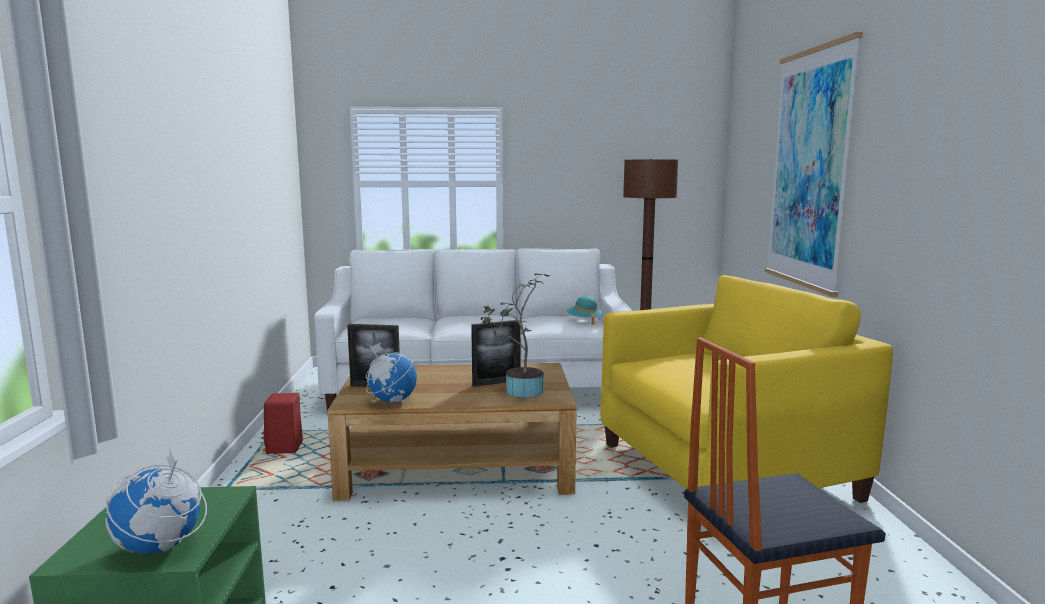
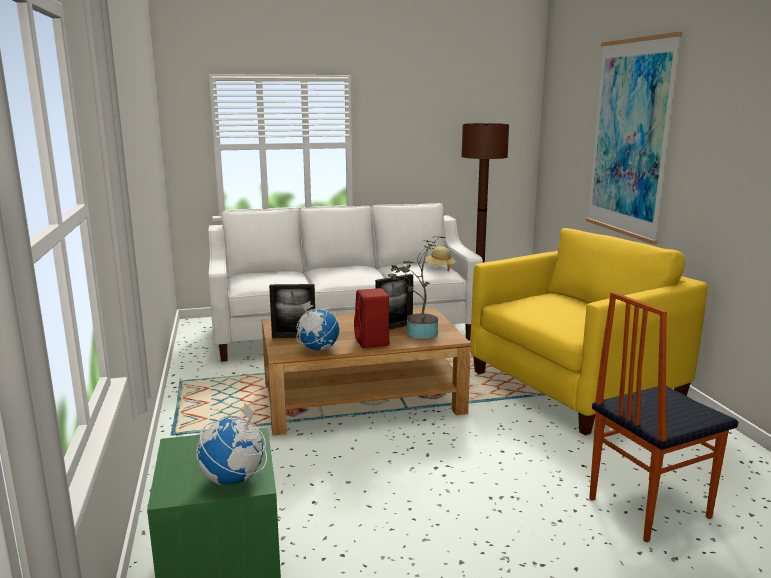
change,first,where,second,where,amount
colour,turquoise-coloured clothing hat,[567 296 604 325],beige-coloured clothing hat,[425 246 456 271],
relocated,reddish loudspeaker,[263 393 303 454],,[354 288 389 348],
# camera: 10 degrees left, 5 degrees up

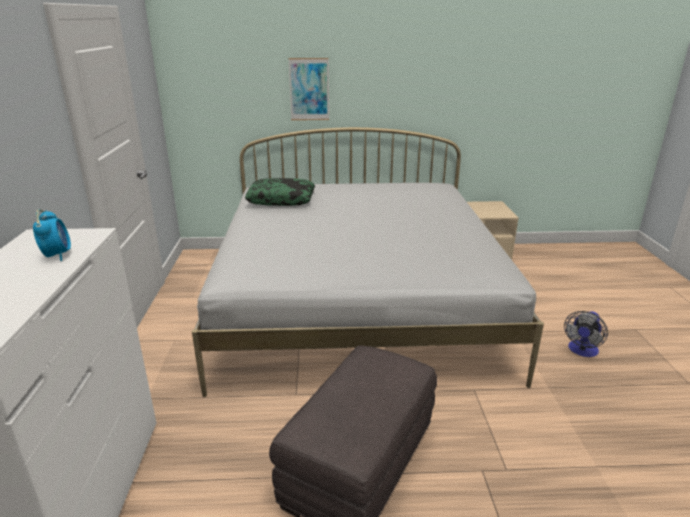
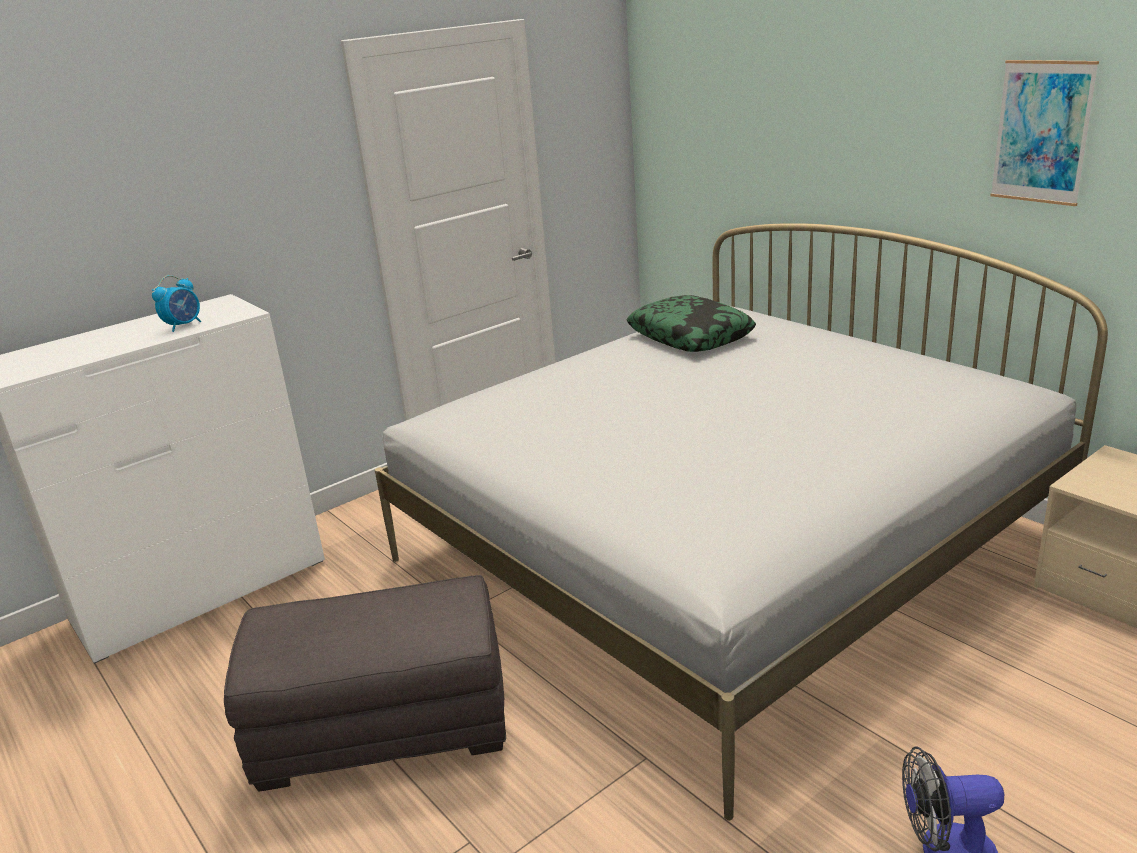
change,first,where,second,where,amount
relocated,picture,[289 58 329 120],,[990 60 1099 206],
# camera: 55 degrees right, 0 degrees up

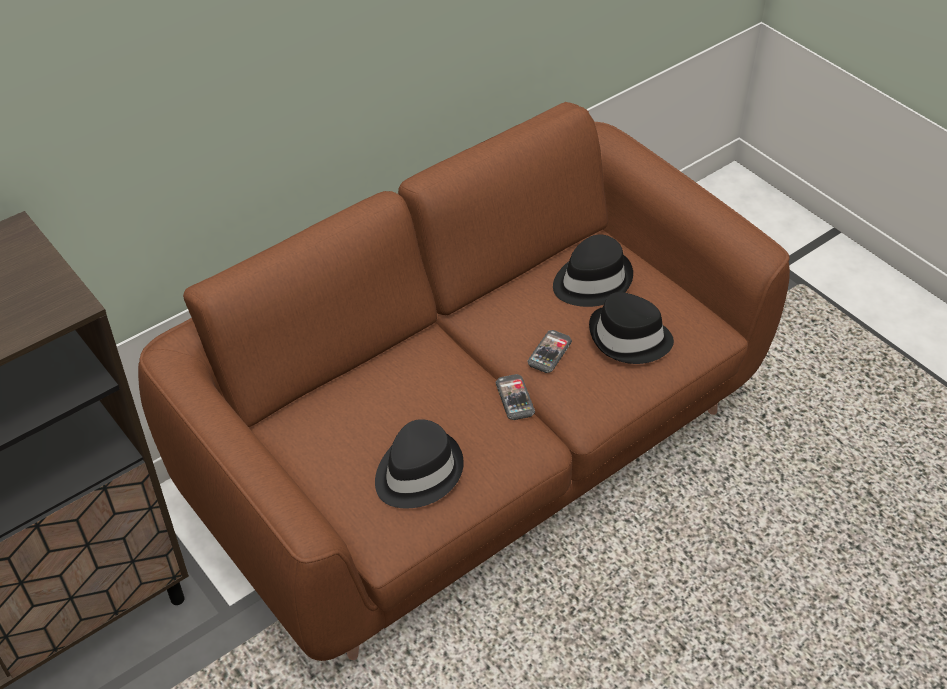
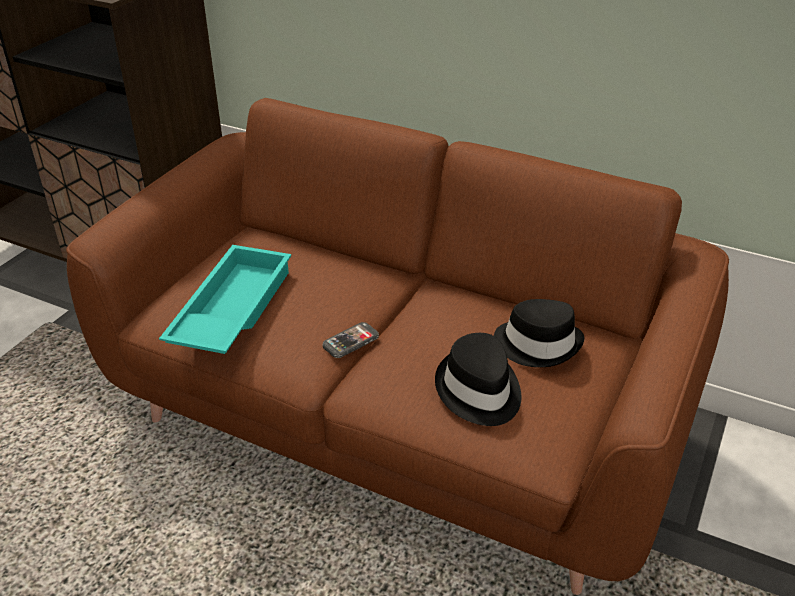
change,first,where,second,where,amount
missing,phone,[527 330 572 373],,,
exchanged,black-coloured clothing hat,[375 419 464 508],turquoise-coloured carrying tray,[159 245 291 354],
# camera: 65 degrees right, 10 degrees down

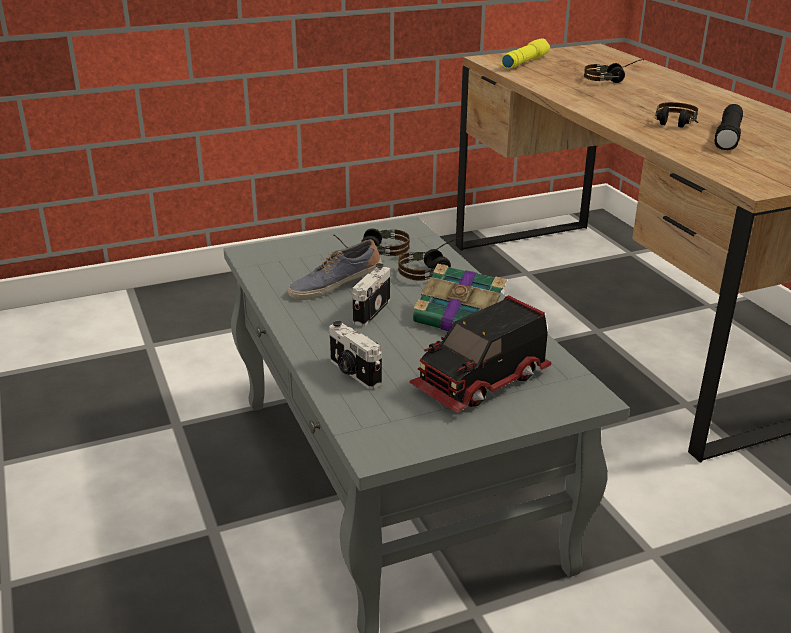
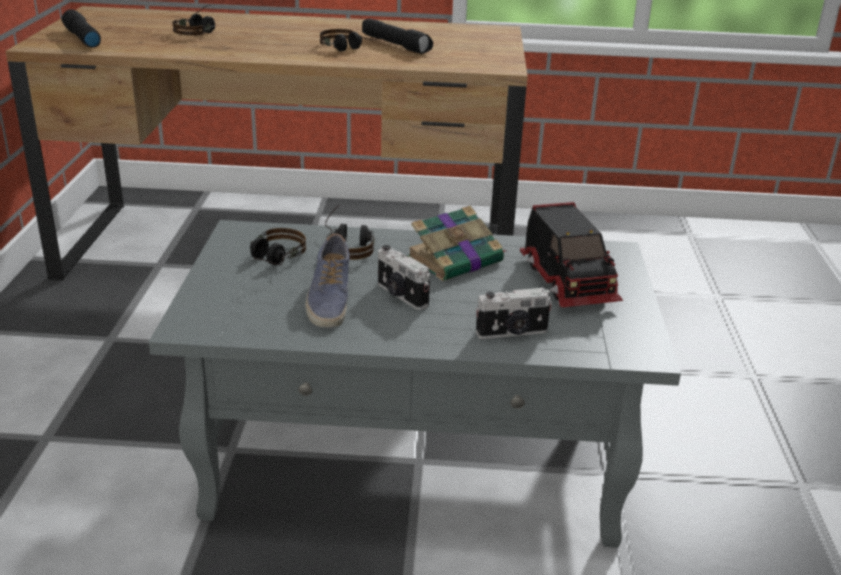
change,first,where,second,where,amount
colour,yellow hand torch,[502 38 550 68],black-coloured hand torch,[61 9 101 47],
# camera: 65 degrees left, 0 degrees up

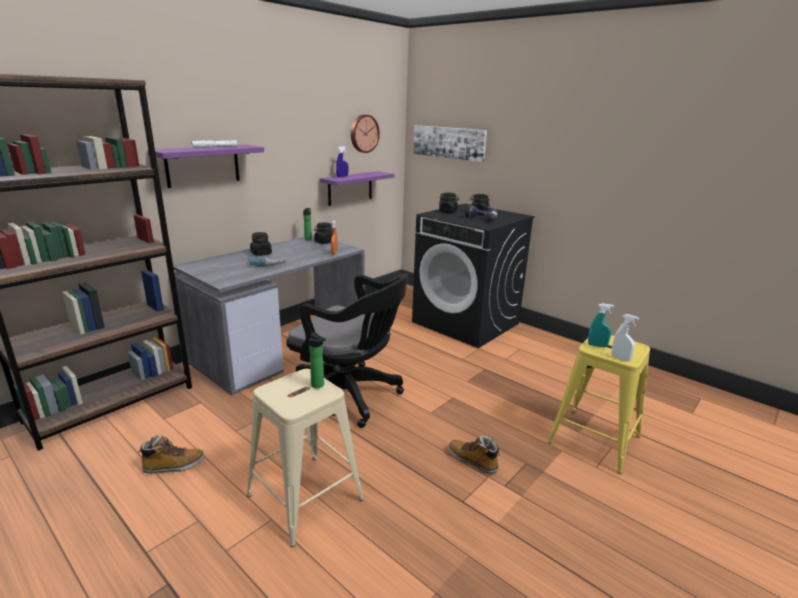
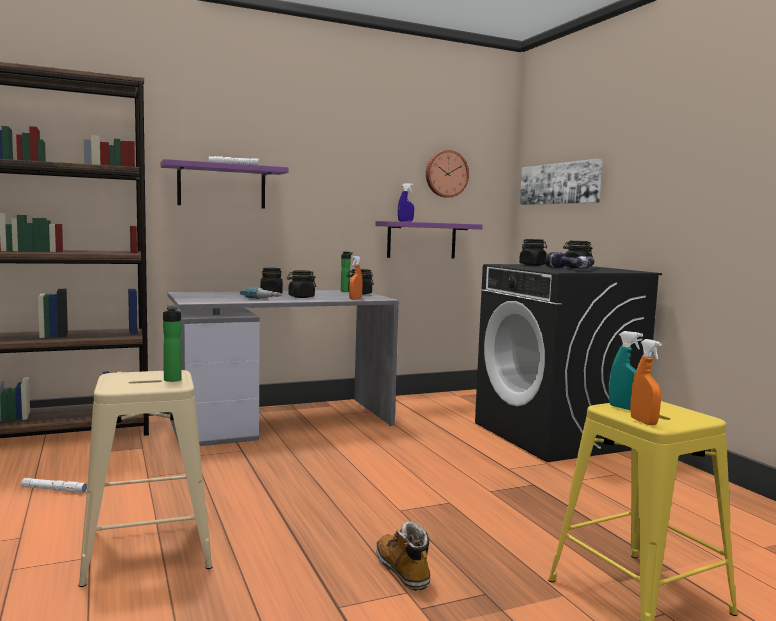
change,first,where,second,where,amount
missing,black-coloured desk chair,[286 273 408 428],,,
colour,white-coloured spray bottle,[611 314 639 362],orange-coloured spray bottle,[630 339 662 425],
exchanged,tall boot,[138 434 205 474],white-coloured hand torch,[21 478 87 493],
appeared,,,black-coloured jar,[287 270 316 298],
# camera: 25 degrees right, 15 degrees down

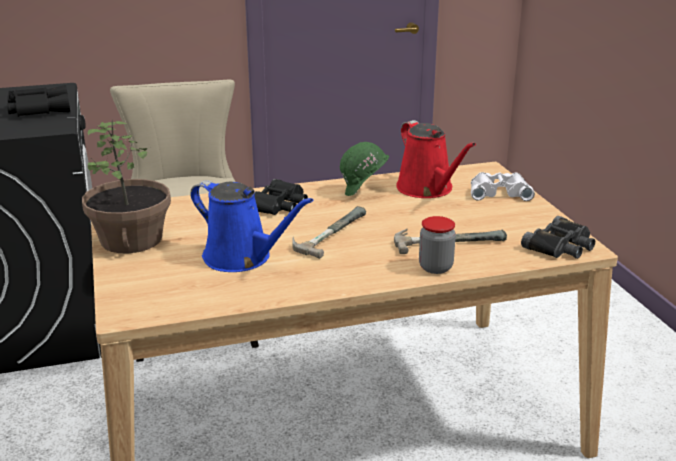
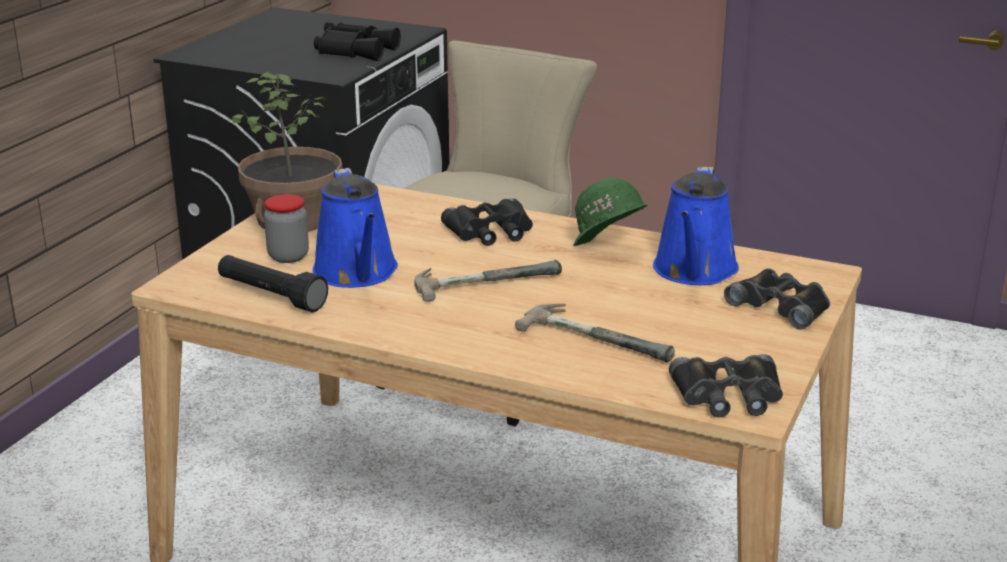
change,first,where,second,where,amount
colour,reddish watering pot,[396 120 476 198],bluish watering pot,[653 167 739 285],
colour,white-coloured pair of binoculars,[471 172 535 201],black-coloured pair of binoculars,[724 268 830 330],
relocated,jar,[419 216 456 274],,[264 194 309 263],
appeared,,,black-coloured hand torch,[218 255 328 312],
# camera: 40 degrees right, 0 degrees up

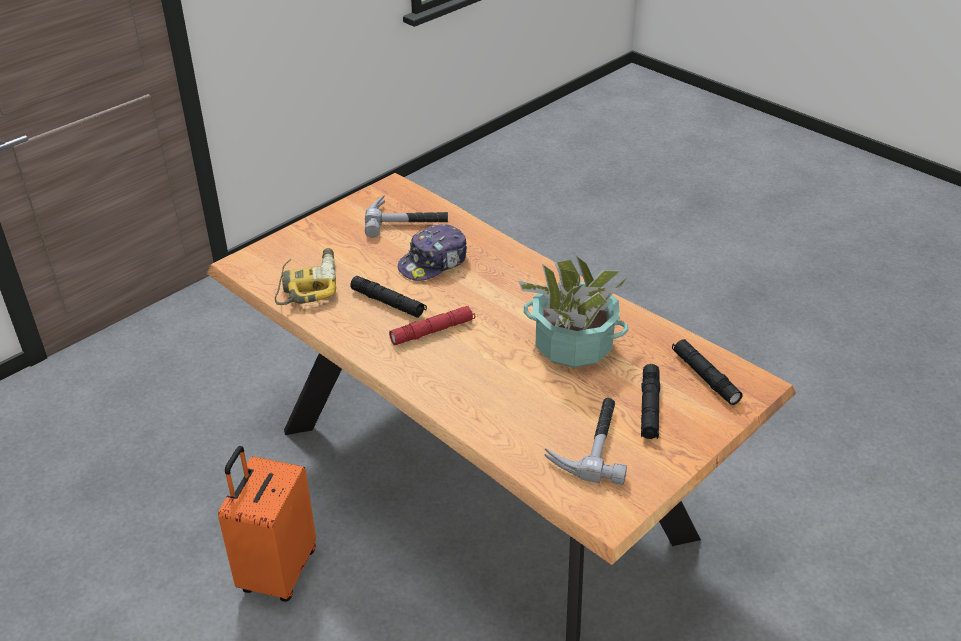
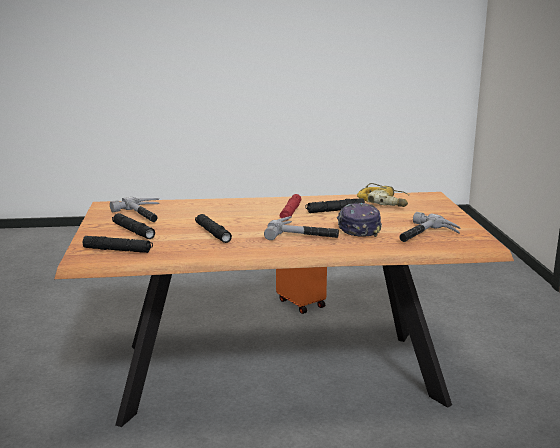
change,first,where,second,where,amount
exchanged,plant in a pot,[518 255 629 368],black-coloured hand torch,[195 214 232 243],
appeared,,,hammer,[264 216 339 240],
# camera: 130 degrees right, 20 degrees down

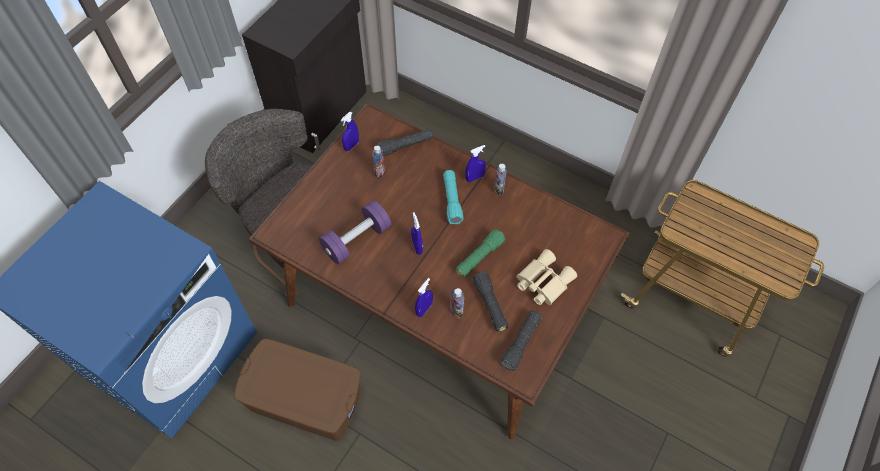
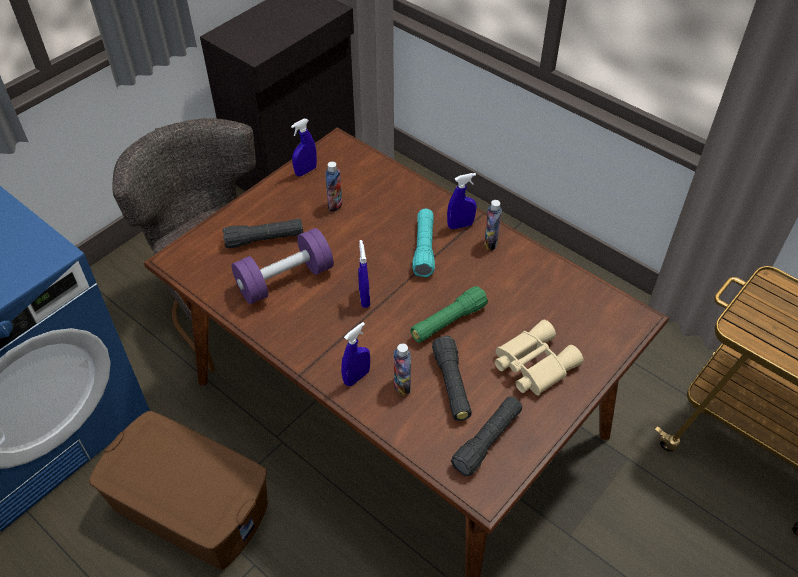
change,first,where,second,where,amount
relocated,black-coloured hand torch,[377 129 433 156],,[222 219 303 248],
# camera: 10 degrees right, 10 degrees down

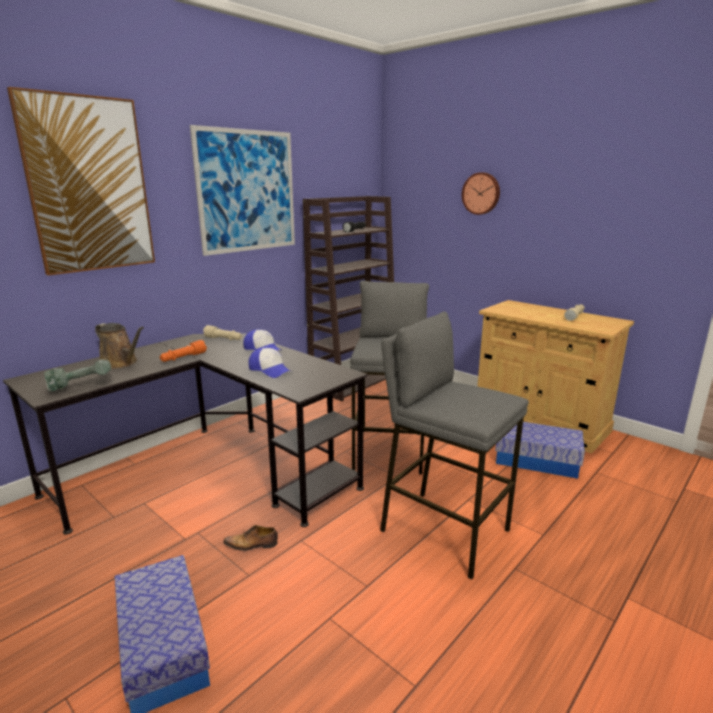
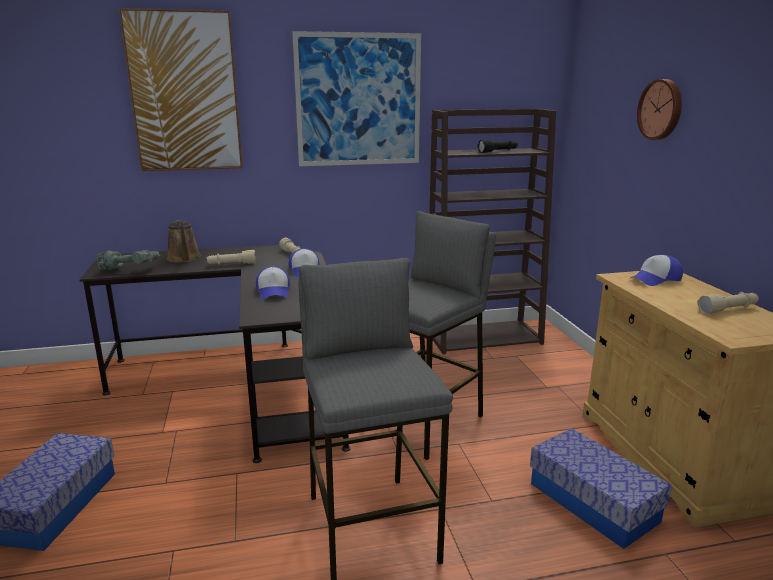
change,first,where,second,where,amount
colour,orange-coloured hand torch,[160 340 207 362],beige-coloured hand torch,[207 250 256 265],
missing,low shoe,[224 525 278 551],,,
appeared,,,baseball cap,[629 255 683 286],
# camera: 35 degrees right, 0 degrees up

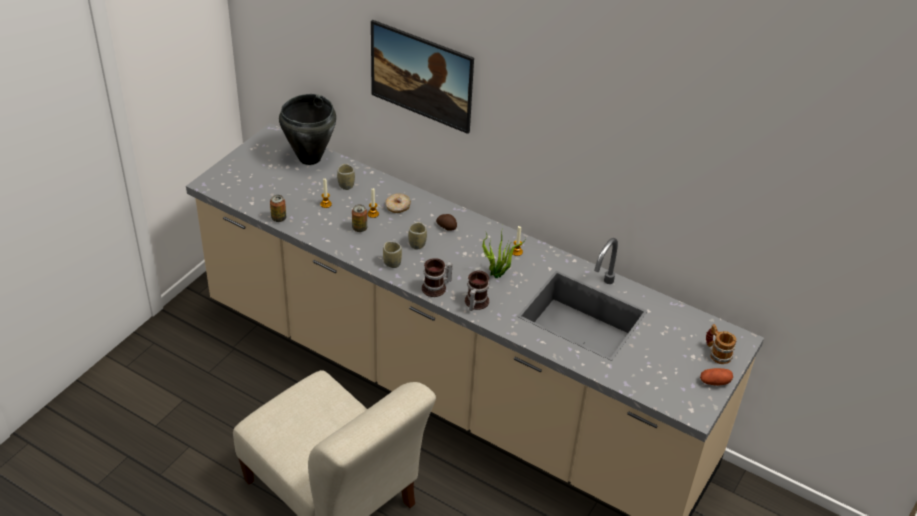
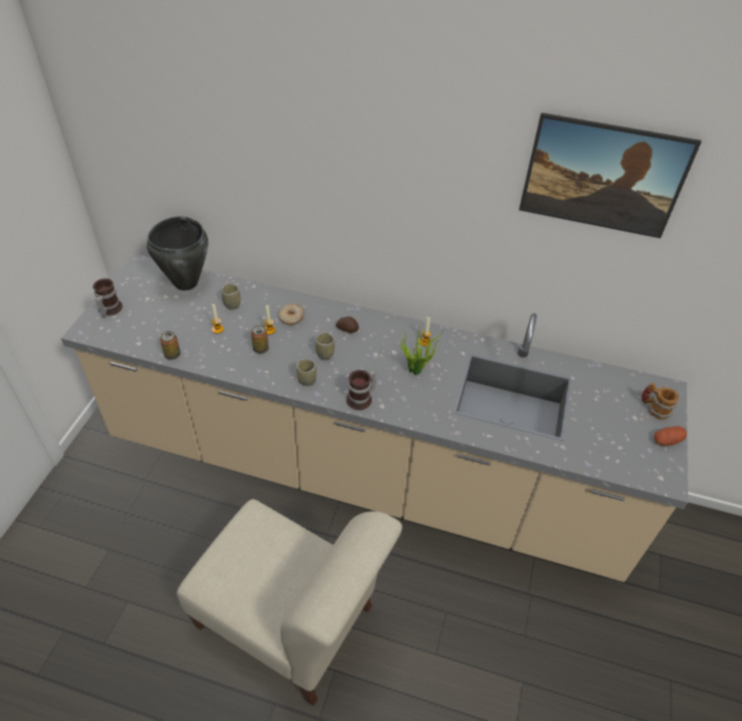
change,first,where,second,where,amount
relocated,picture,[371 20 474 134],,[519 113 701 238],
relocated,tea mug,[465 271 489 311],,[93 278 123 317],
# camera: 15 degrees left, 5 degrees up

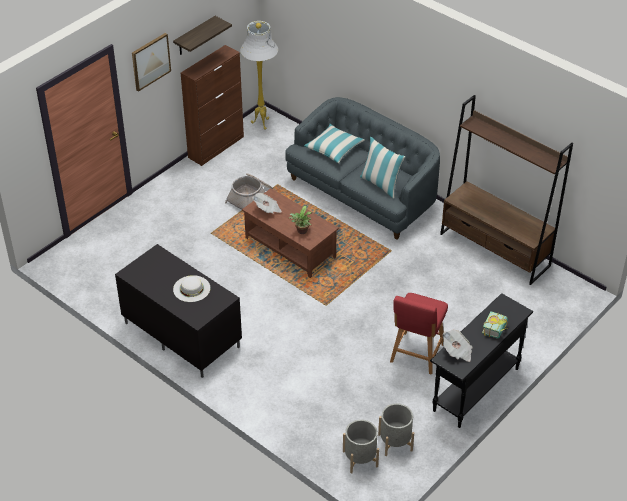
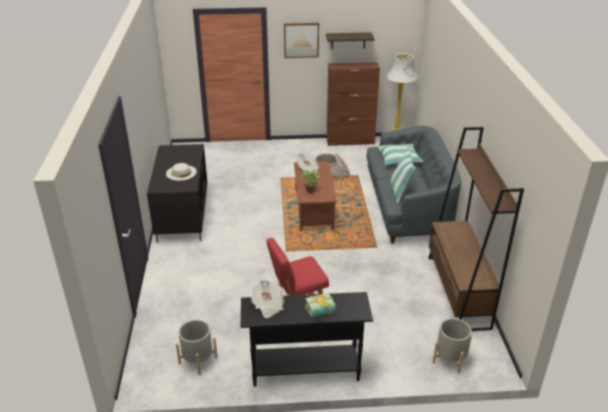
change,first,where,second,where,amount
relocated,gray plant pot,[343 420 379 473],,[432 318 472 373],
# camera: 45 degrees right, 10 degrees down

